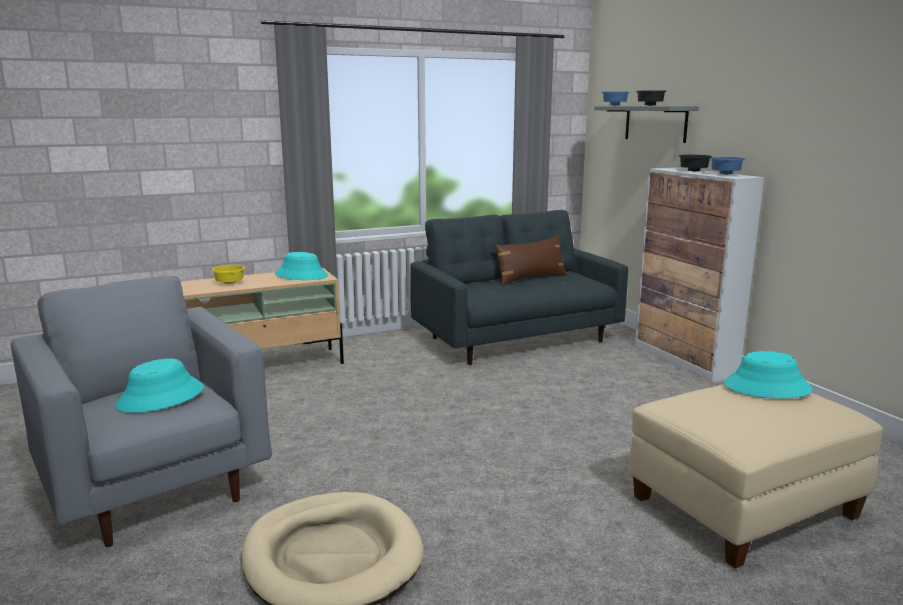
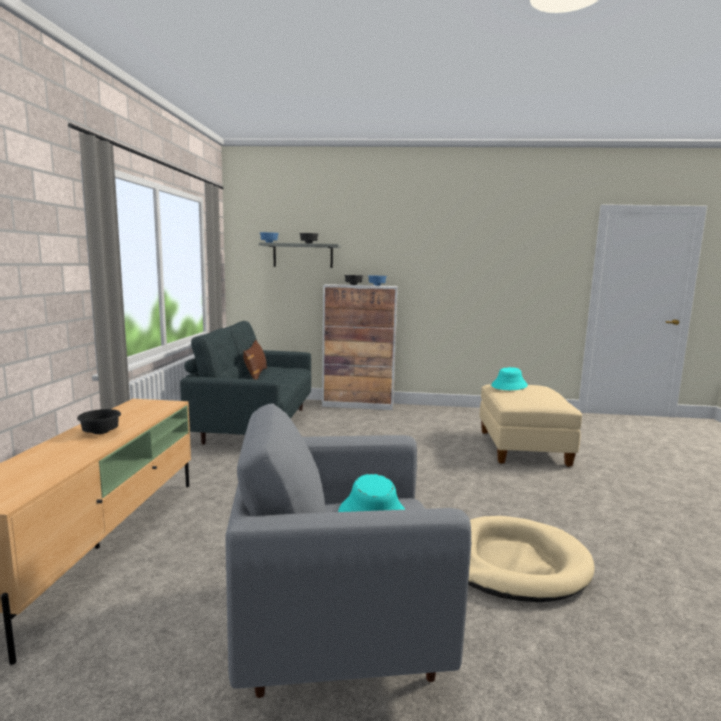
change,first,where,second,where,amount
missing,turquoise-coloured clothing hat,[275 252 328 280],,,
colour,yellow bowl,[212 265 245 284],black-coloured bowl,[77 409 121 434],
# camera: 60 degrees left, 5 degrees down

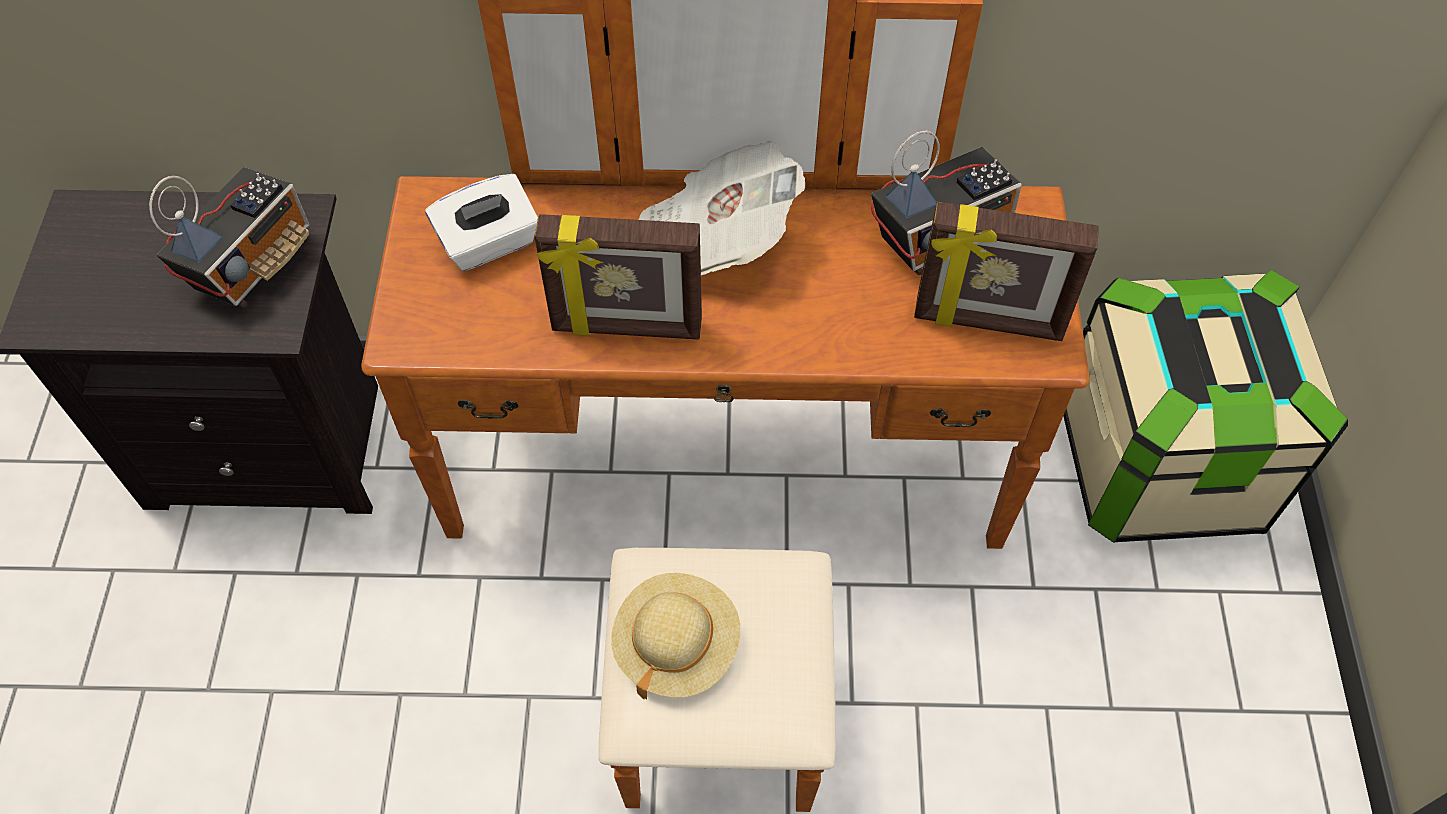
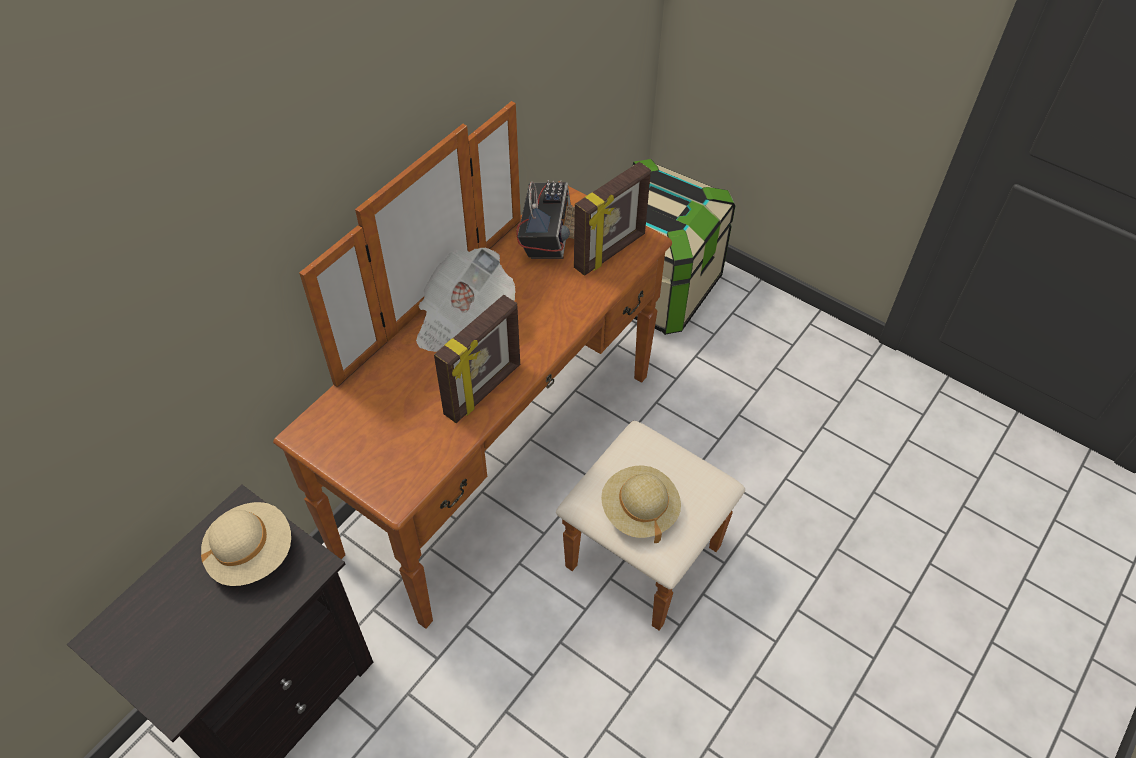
change,first,where,second,where,amount
exchanged,radio,[149 167 310 308],beige-coloured clothing hat,[201 502 291 586],
missing,white-coloured tissue holder,[425 174 538 271],,,
# camera: 55 degrees left, 5 degrees down

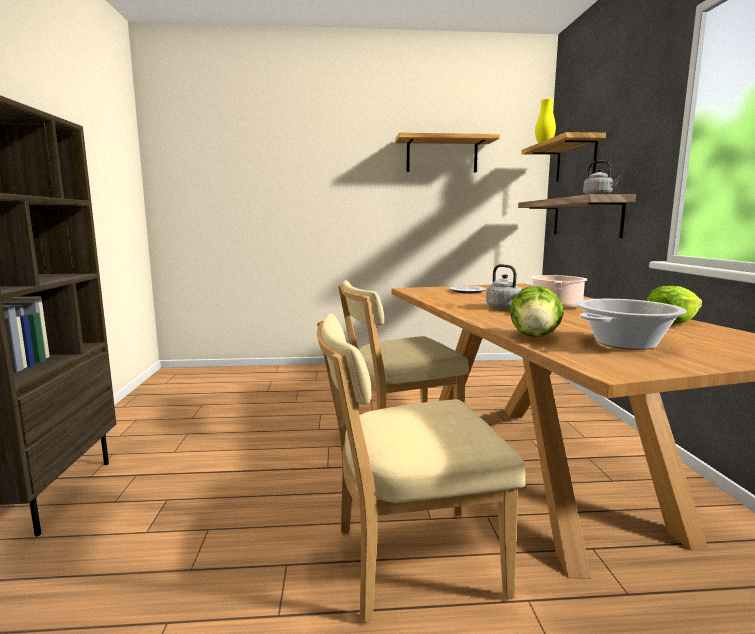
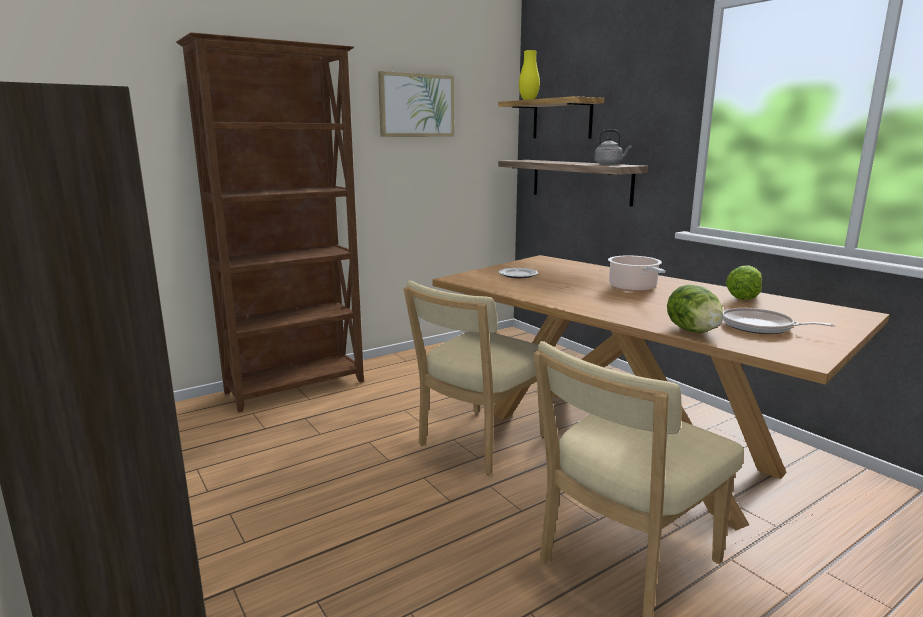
change,first,where,second,where,amount
exchanged,wall shelf,[395 132 500 172],picture,[378 71 454 137],
missing,gray kettle,[486 264 527 310],,,
exchanged,stockpot,[576 299 687 350],pan,[723 308 836 334],
appeared,,,brown-coloured shelving unit,[176 32 364 412],
# camera: 30 degrees left, 5 degrees up

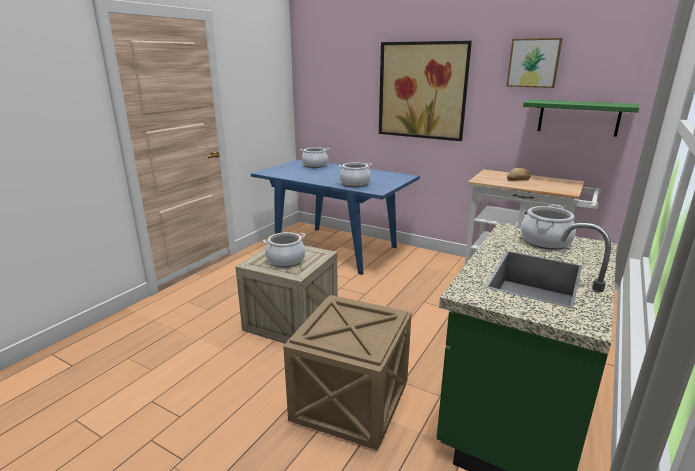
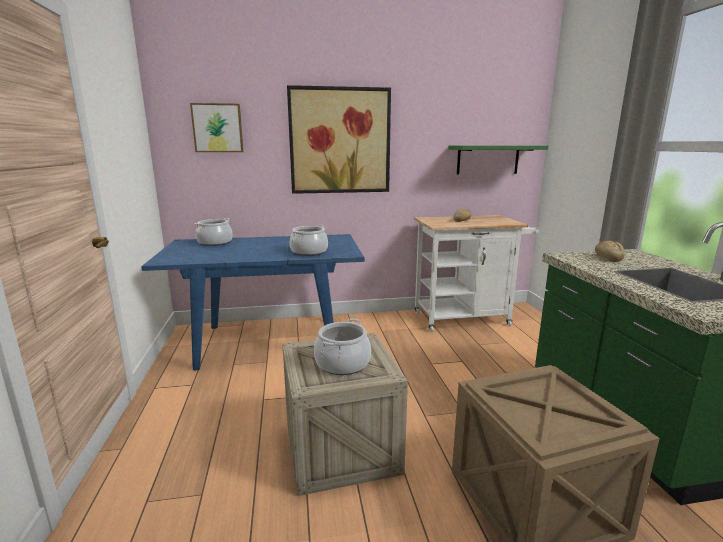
change,first,where,second,where,amount
relocated,picture,[506 38 563 88],,[190 103 243 152],
exchanged,stockpot,[521 204 576 250],bread,[595 241 624 262],
# camera: 40 degrees left, 5 degrees down

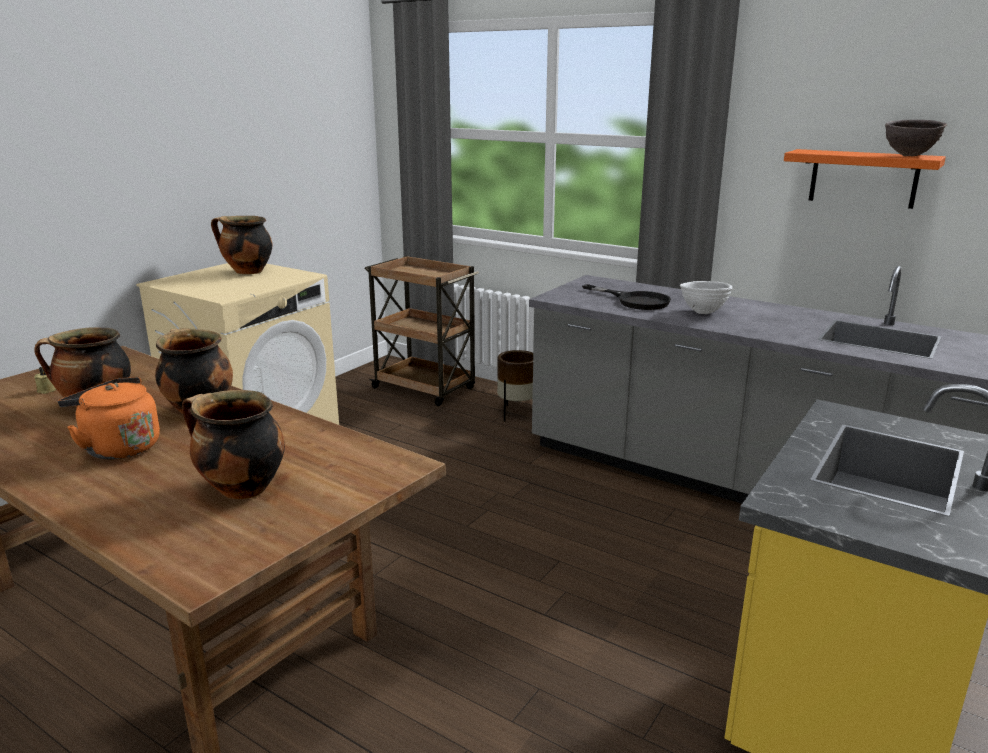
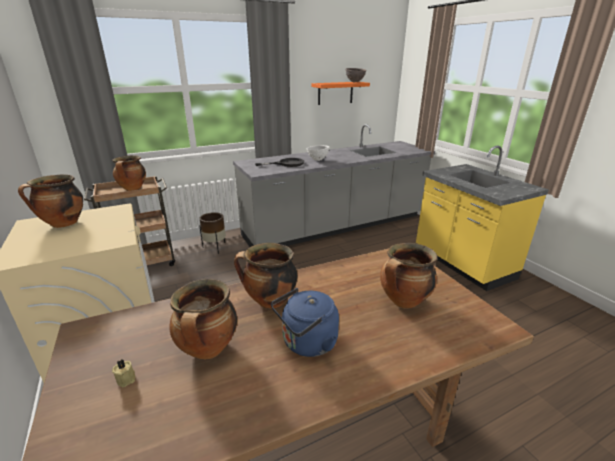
change,first,where,second,where,amount
colour,orange-coloured kettle,[58 377 160 459],bluish kettle,[271 288 339 357],
appeared,,,stockpot,[113 156 146 191],
# camera: 60 degrees left, 5 degrees up

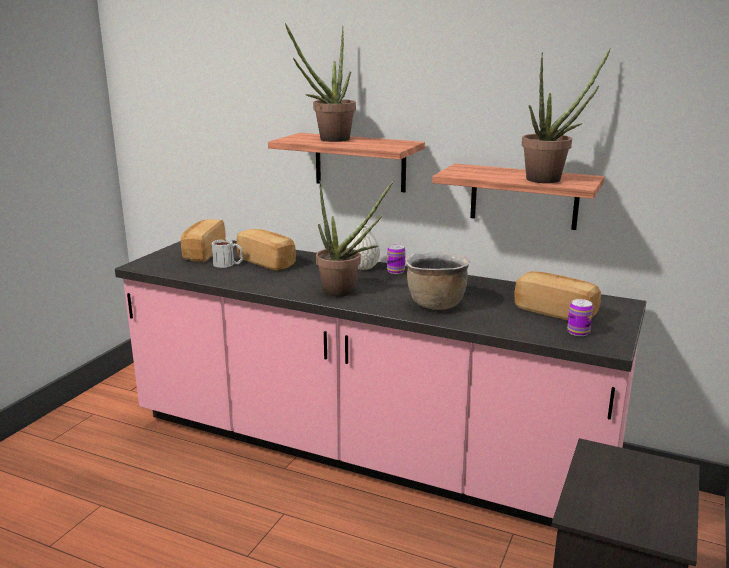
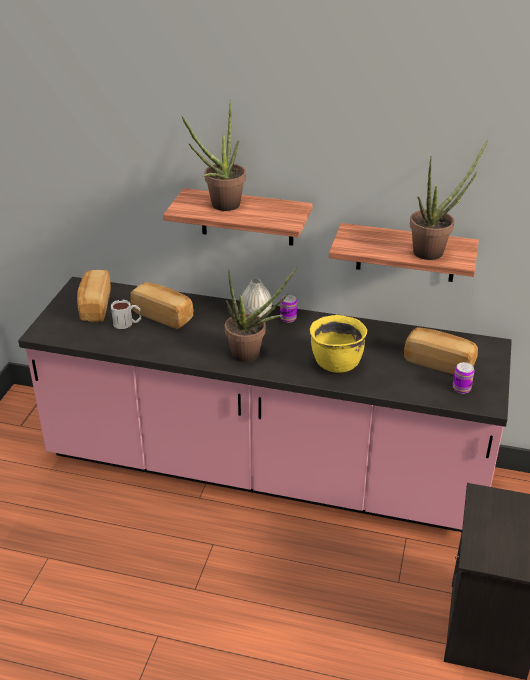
change,first,where,second,where,amount
colour,brown-coloured stockpot,[405 252 470 310],yellow stockpot,[310 315 367 373],
# camera: 10 degrees left, 15 degrees up

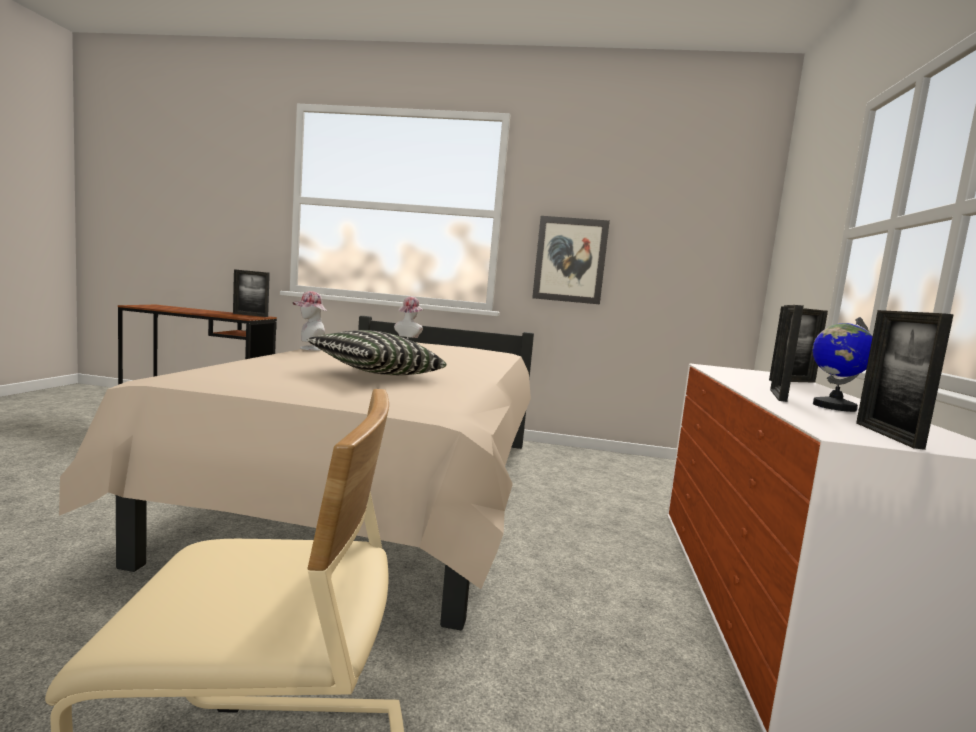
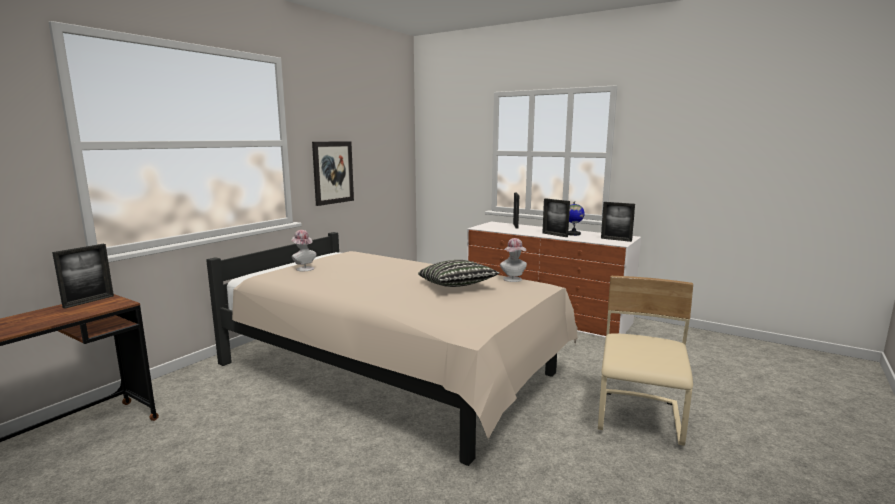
change,first,where,second,where,amount
relocated,clothing hat,[292 291 327 351],,[500 238 527 282],
# camera: 65 degrees left, 5 degrees up

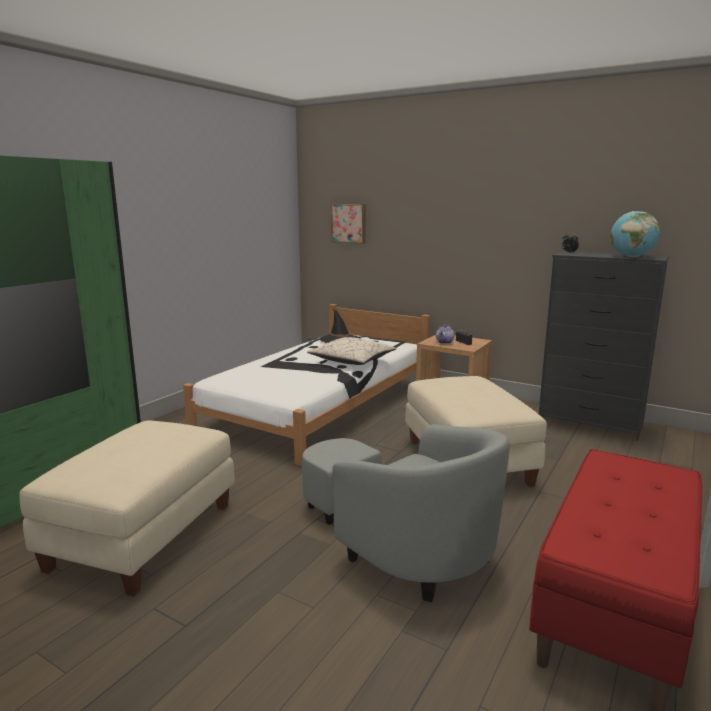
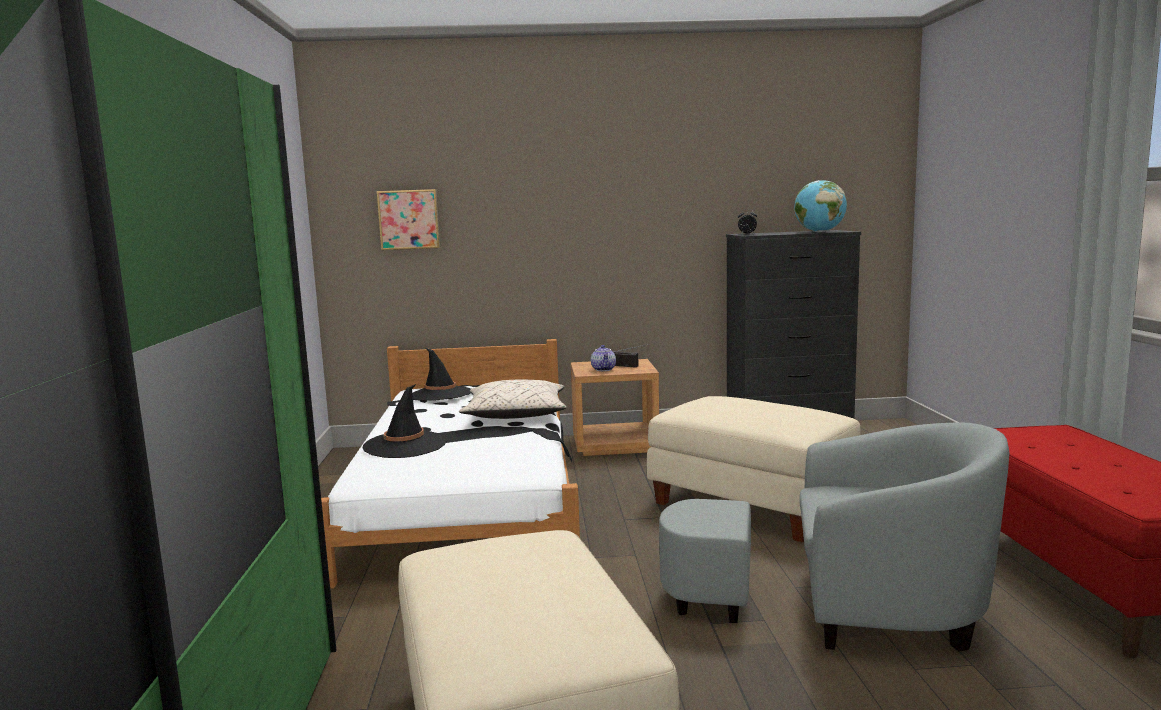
change,first,where,second,where,amount
appeared,,,black-coloured clothing hat,[363 384 446 458],
# camera: 35 degrees left, 5 degrees down

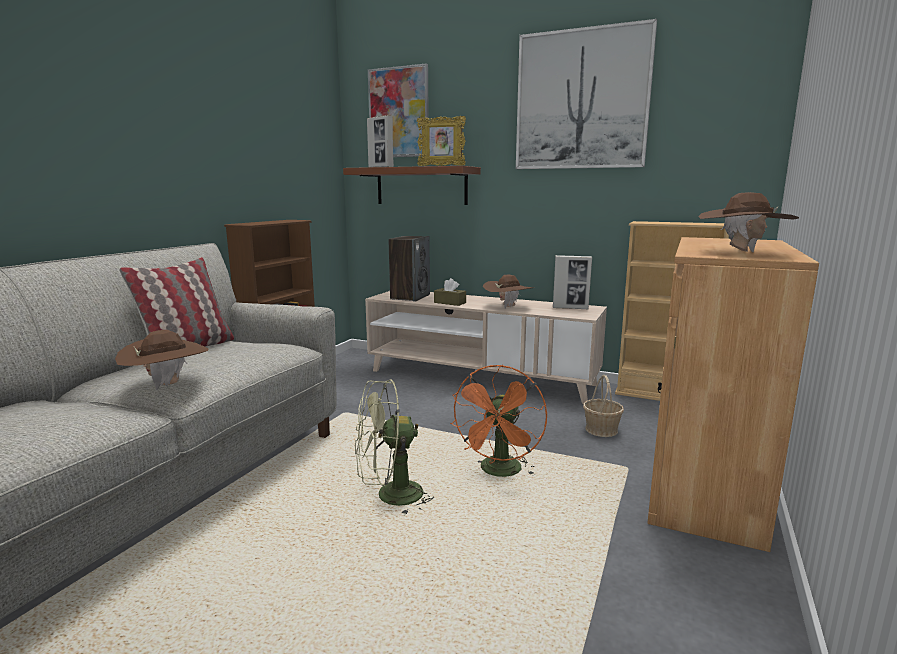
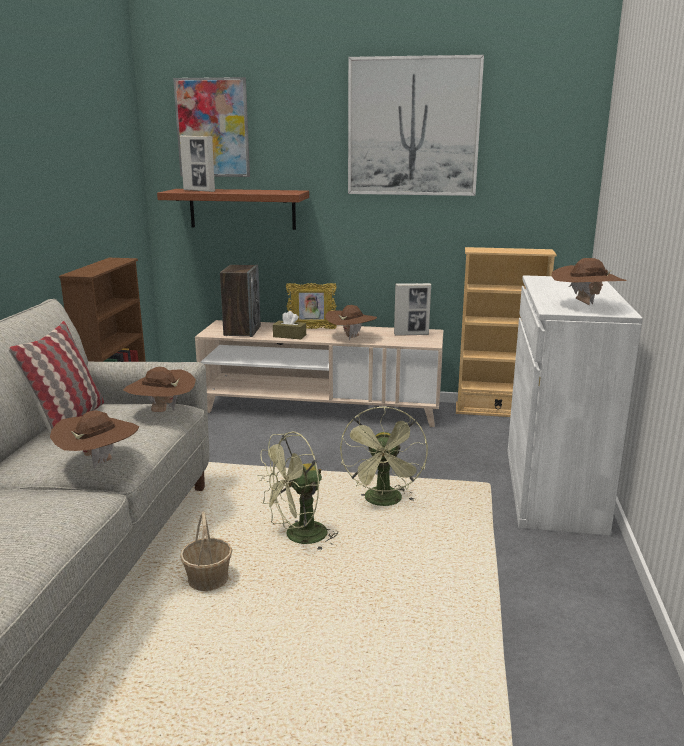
change,first,where,second,where,amount
relocated,picture frame,[417 116 466 166],,[286 283 337 329],
colour,brown-coloured storage cabinet,[647 237 819 552],white-coloured storage cabinet,[507 275 643 536],
colour,orange-coloured fan,[450 365 547 477],green-coloured fan,[340 407 428 506],
relocated,household basket,[583 375 624 437],,[180 512 232 591],
appeared,,,brown-coloured clothing hat,[123 367 196 412],
# camera: 15 degrees left, 5 degrees up

